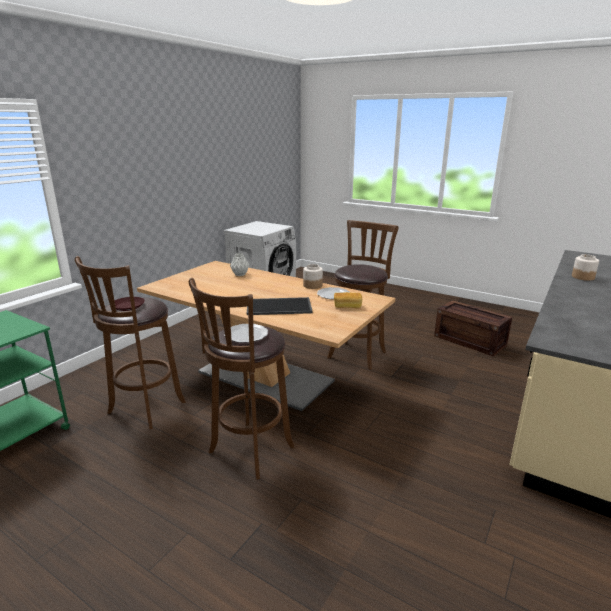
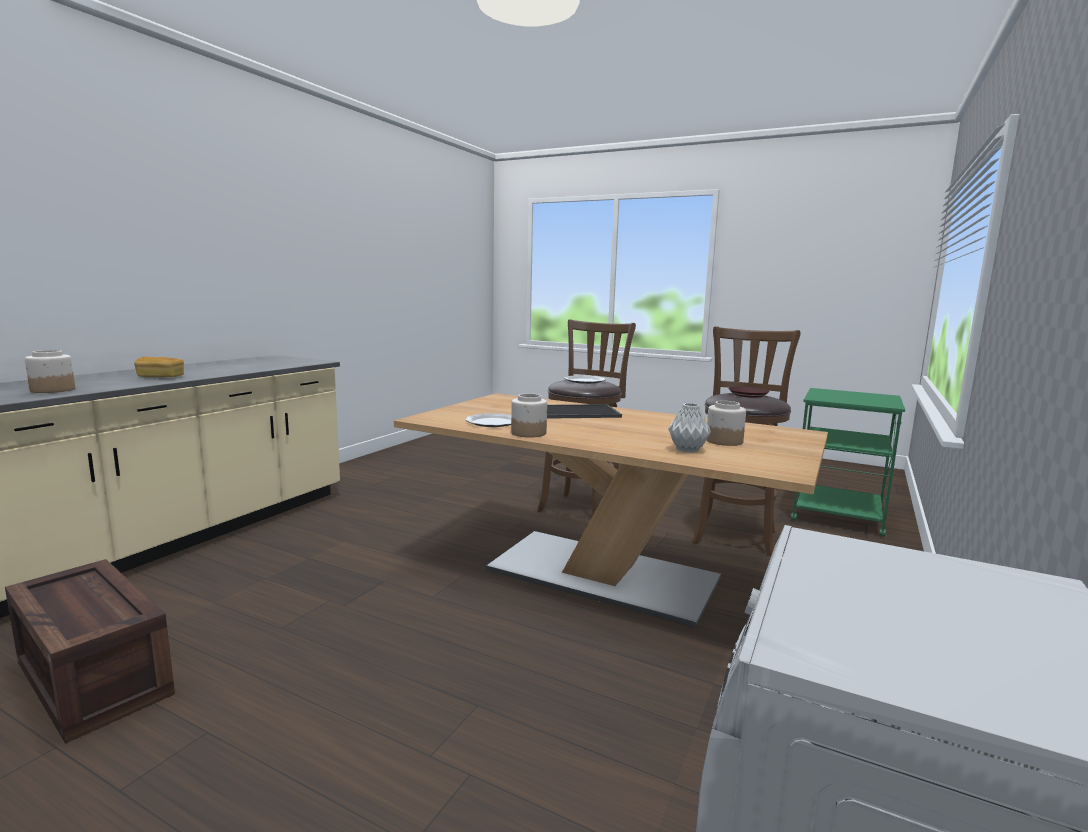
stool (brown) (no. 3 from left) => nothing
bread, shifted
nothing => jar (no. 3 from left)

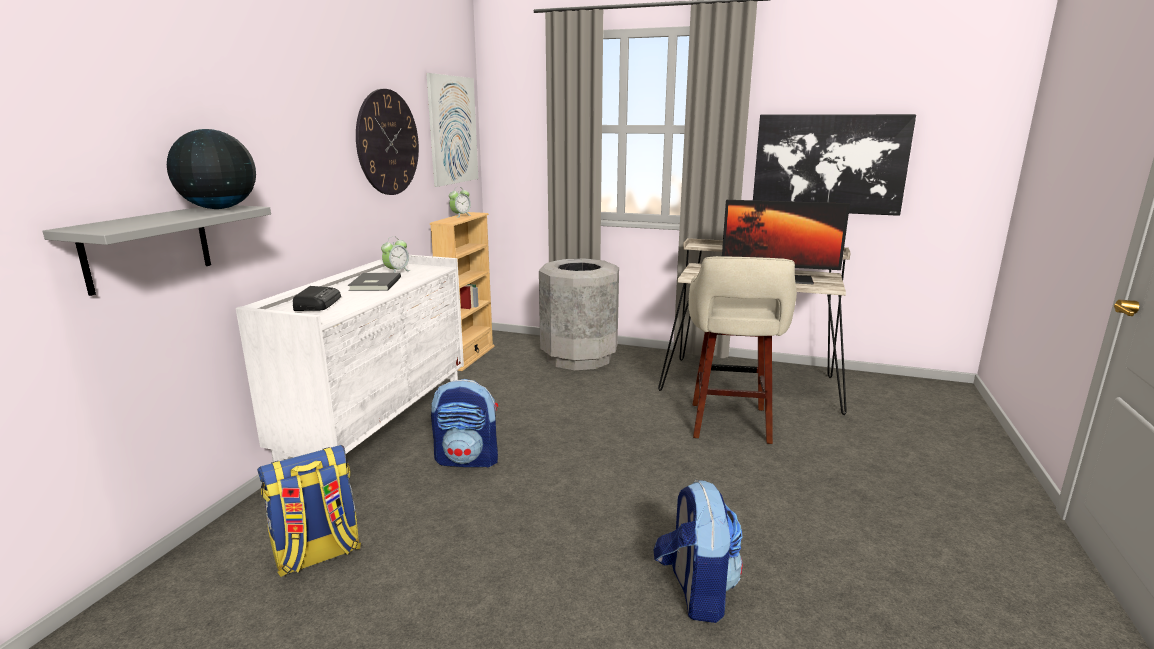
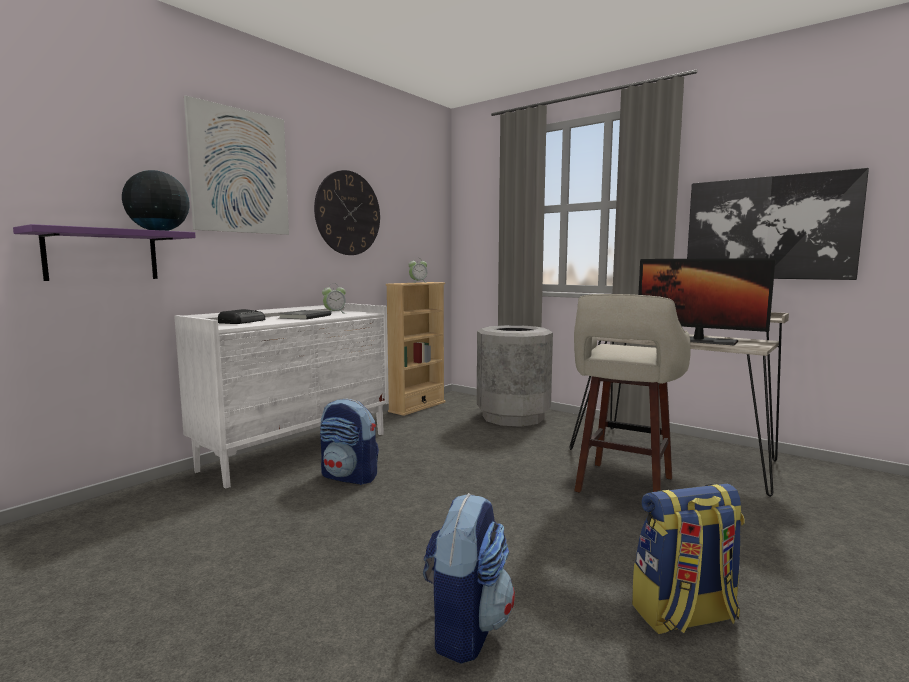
shelf (grey) => shelf (purple)
backpack (no. 1 from left in the first image) => backpack (no. 3 from left), shifted
picture (no. 1 from left), shifted

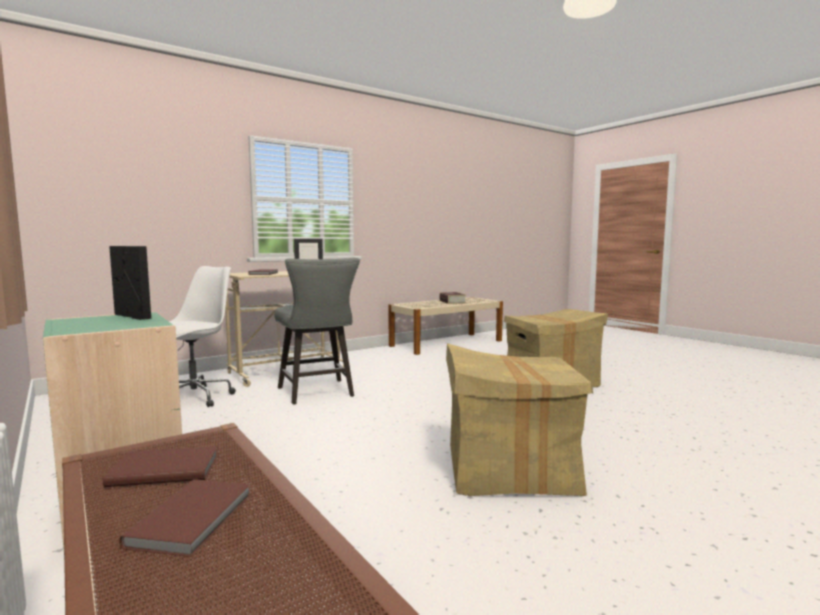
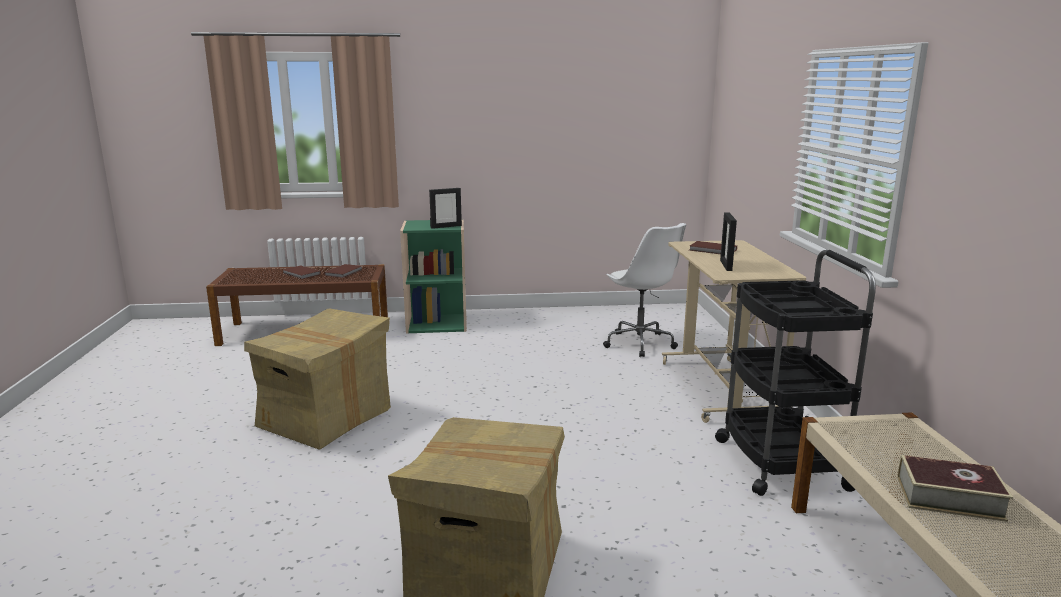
stool (grey) => nothing
nothing => cart (black)

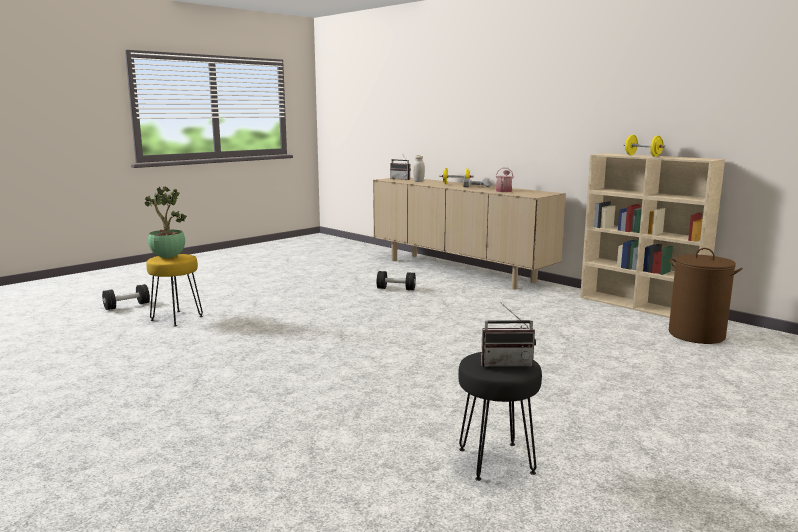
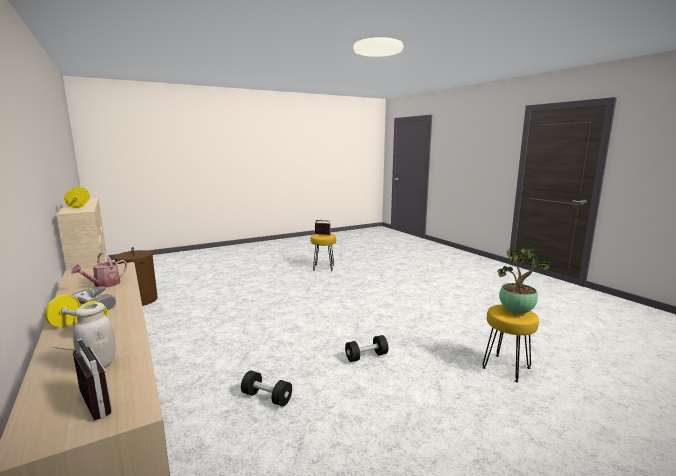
dumbbell (black) (no. 1 from left in the first image) => dumbbell (black) (no. 2 from left), shifted
stool (black) => stool (yellow) (no. 1 from left)

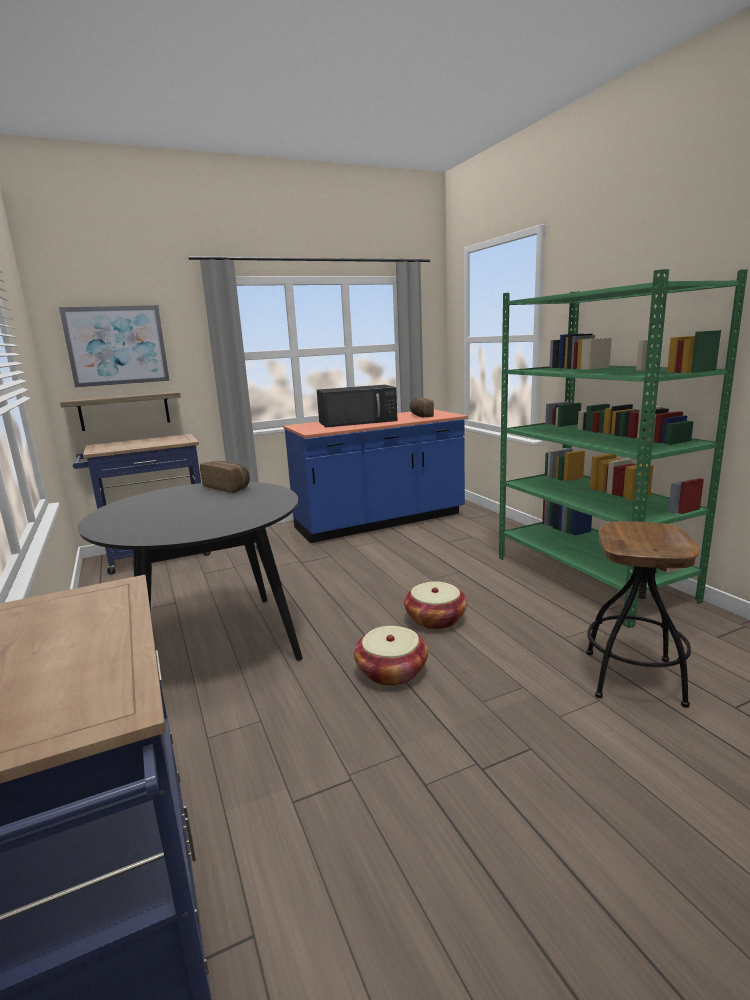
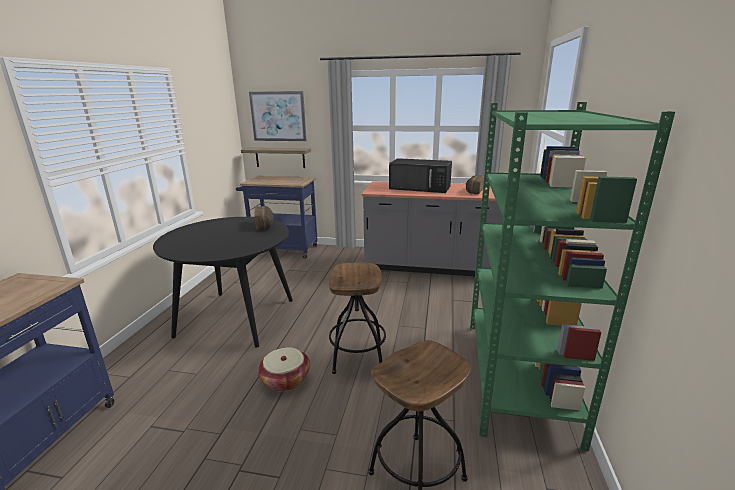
counter (blue) => counter (grey)
basket (no. 2 from left) => stool (brown) (no. 1 from left)

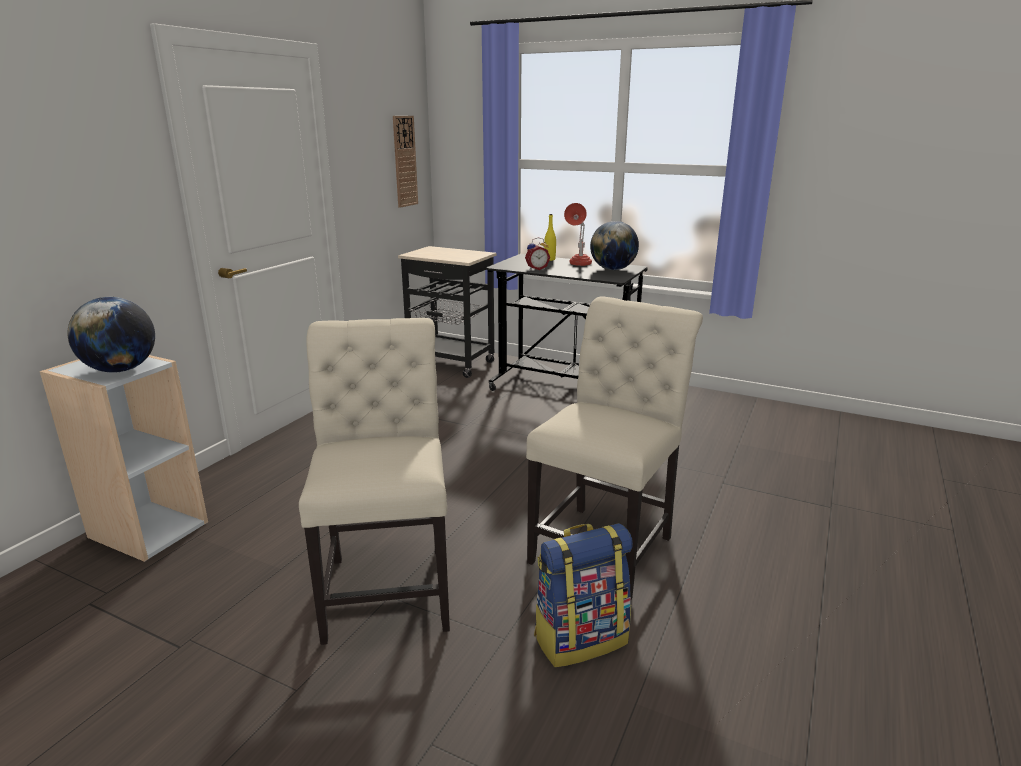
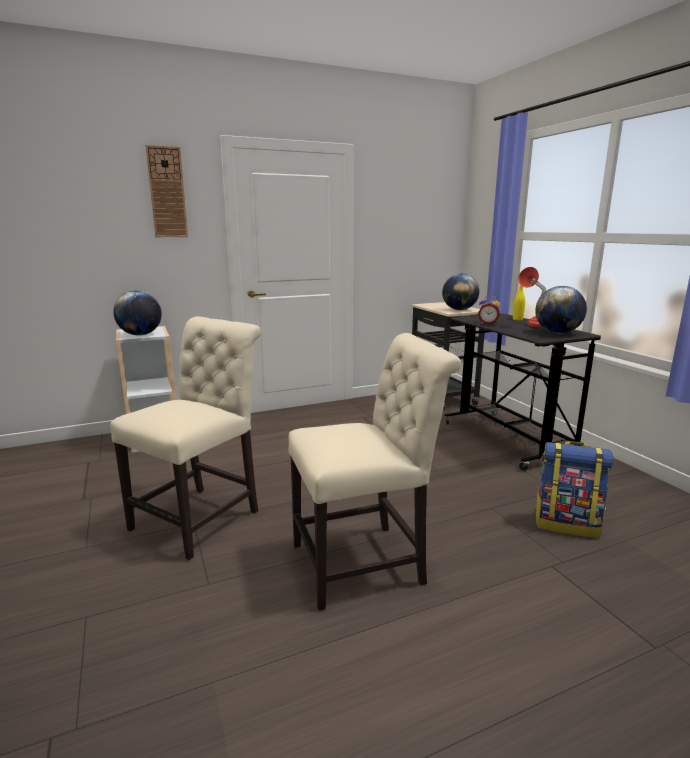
wall clock, shifted
backpack, shifted
nothing => globe (no. 2 from left)

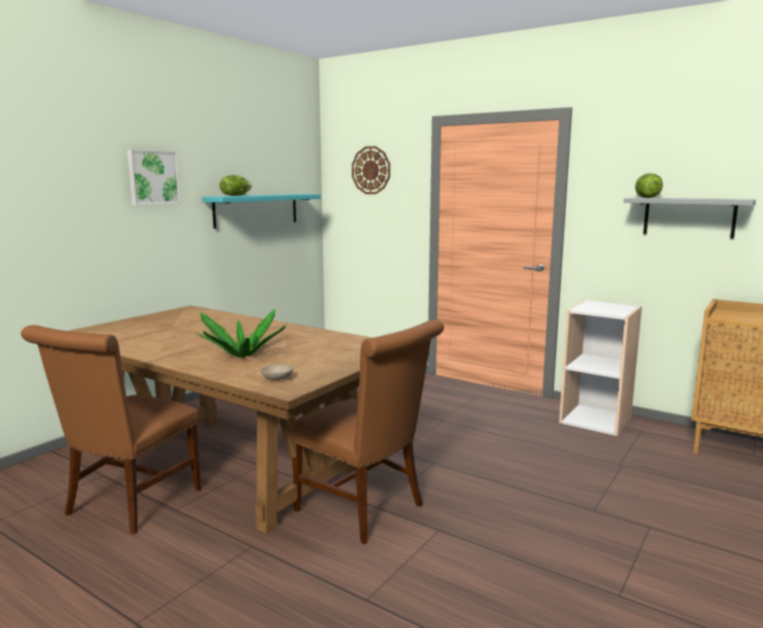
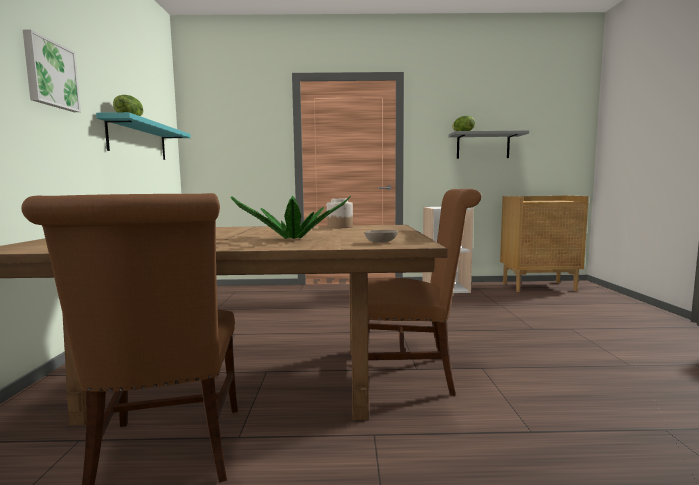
wall clock => nothing
nothing => jar

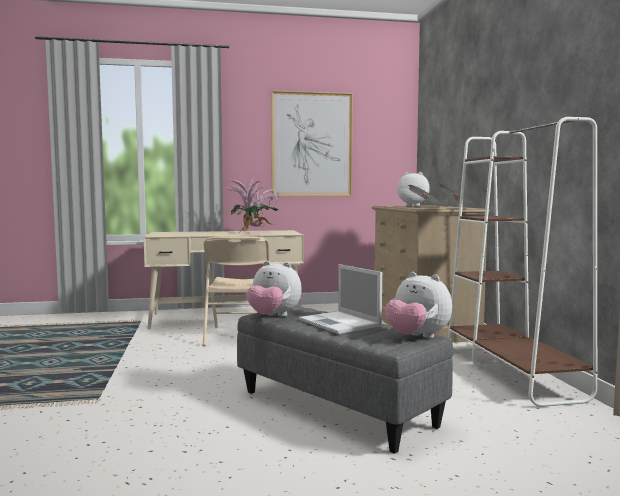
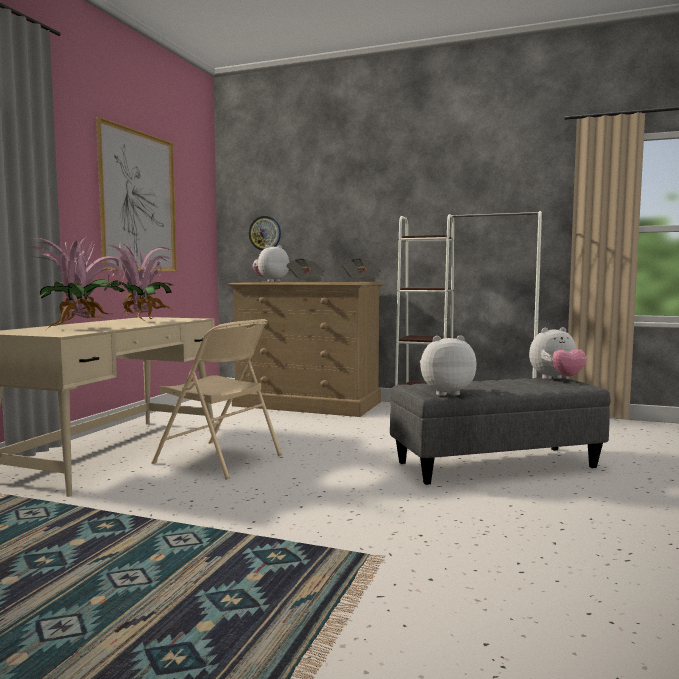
plush toy (no. 1 from left in the first image) => plush toy (no. 2 from left), 150 degrees counterclockwise
laptop => nothing
nothing => potted plant (no. 1 from left)
nothing => wall clock

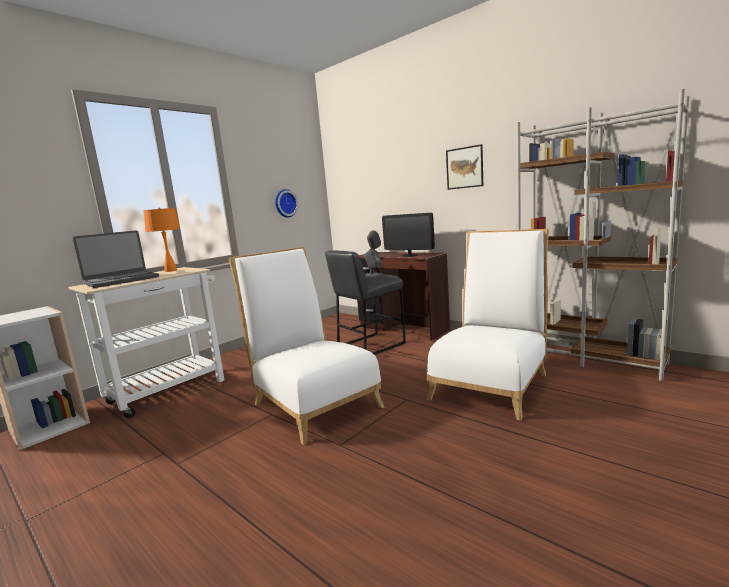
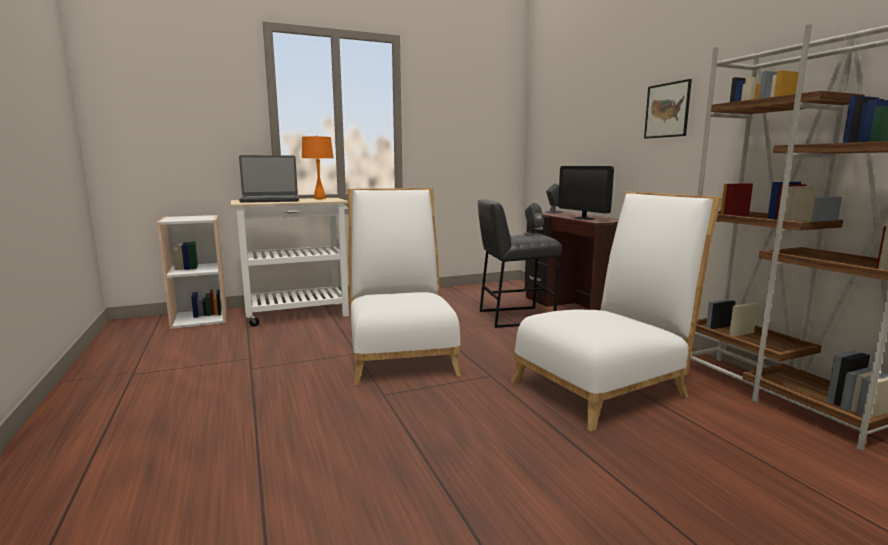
wall clock => nothing

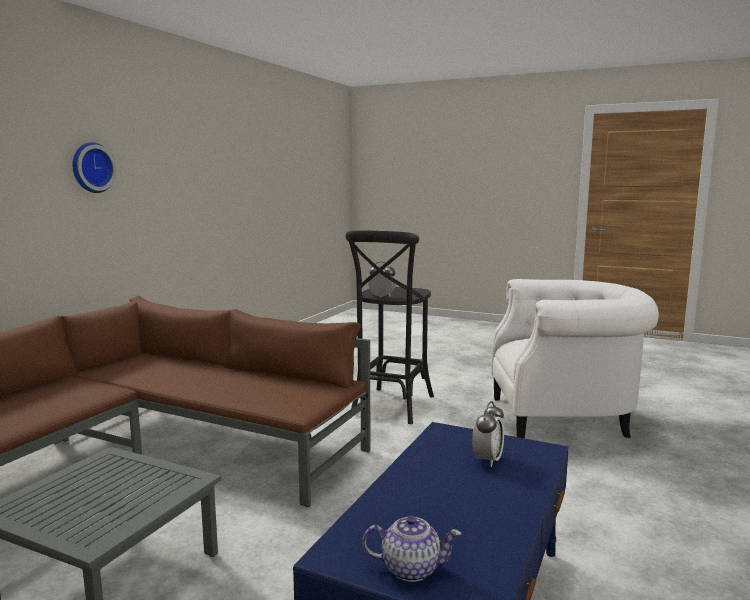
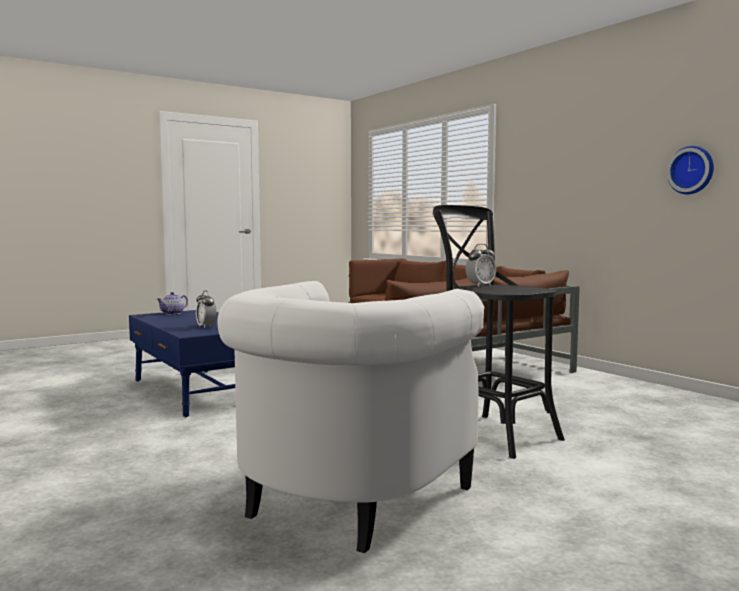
wall clock, shifted

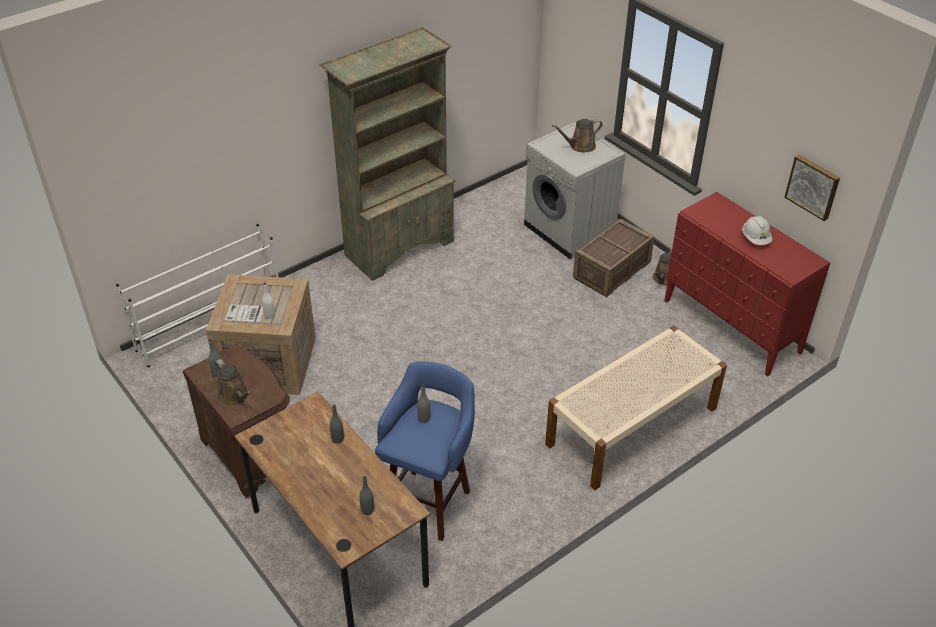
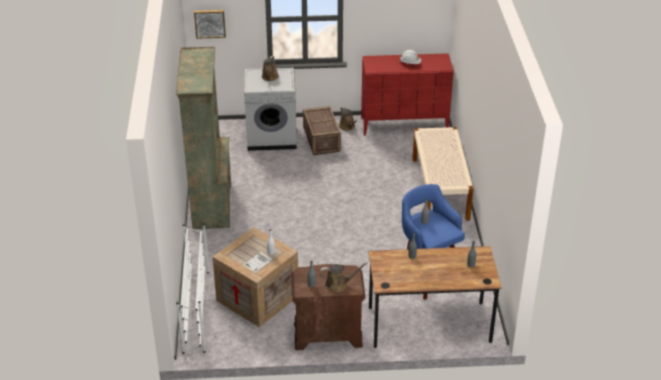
picture, shifted

